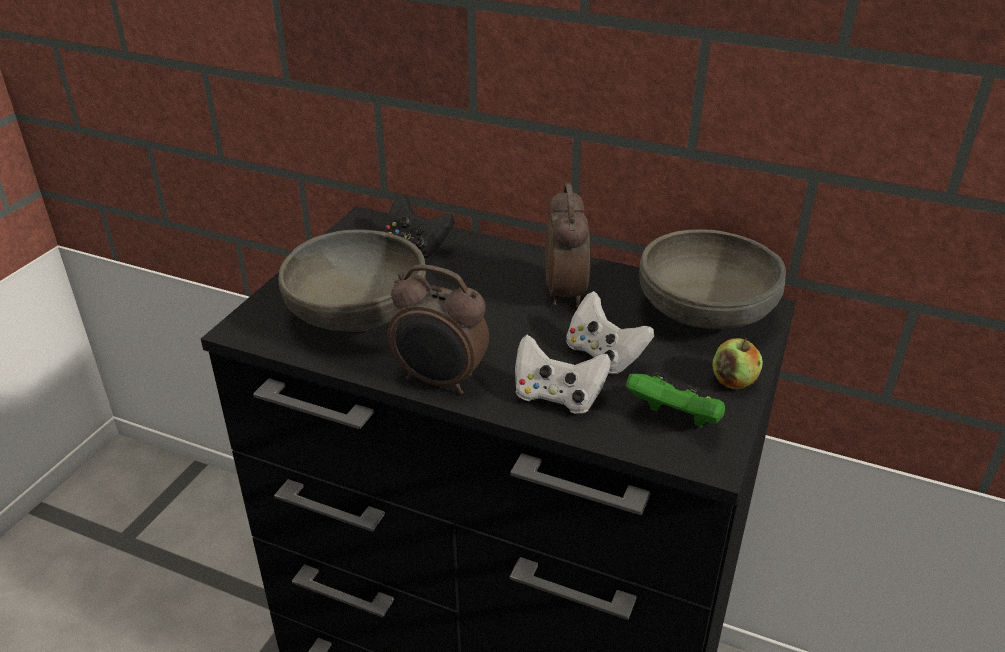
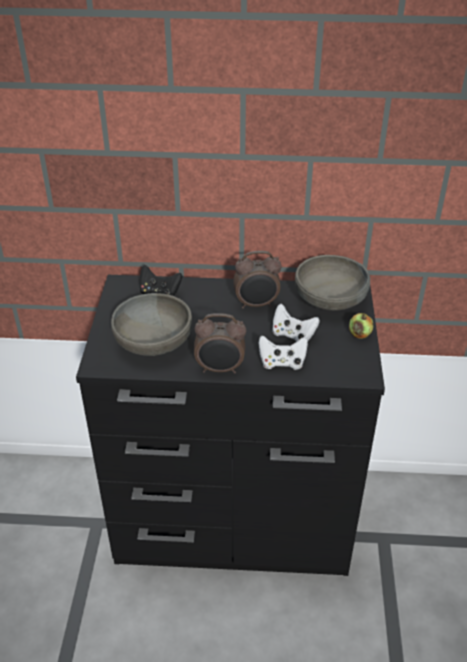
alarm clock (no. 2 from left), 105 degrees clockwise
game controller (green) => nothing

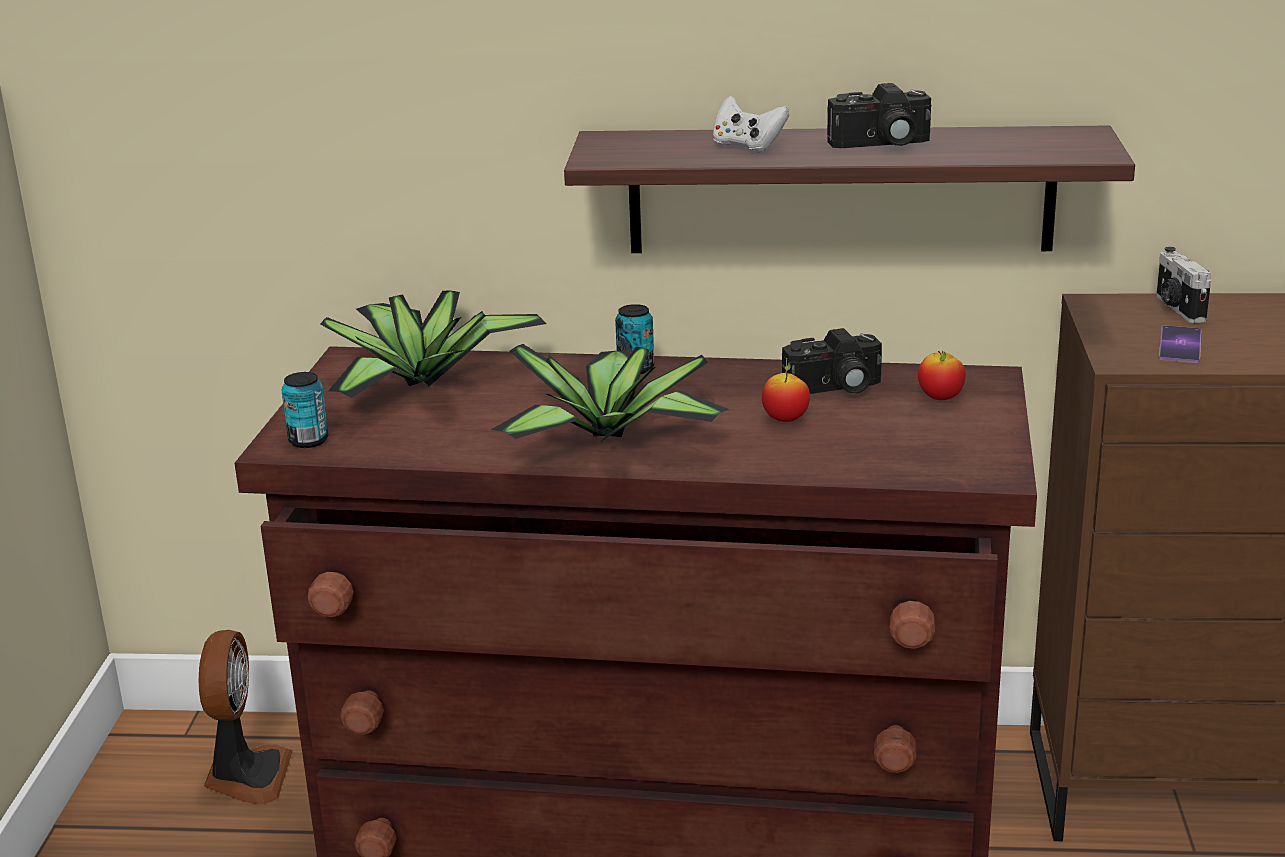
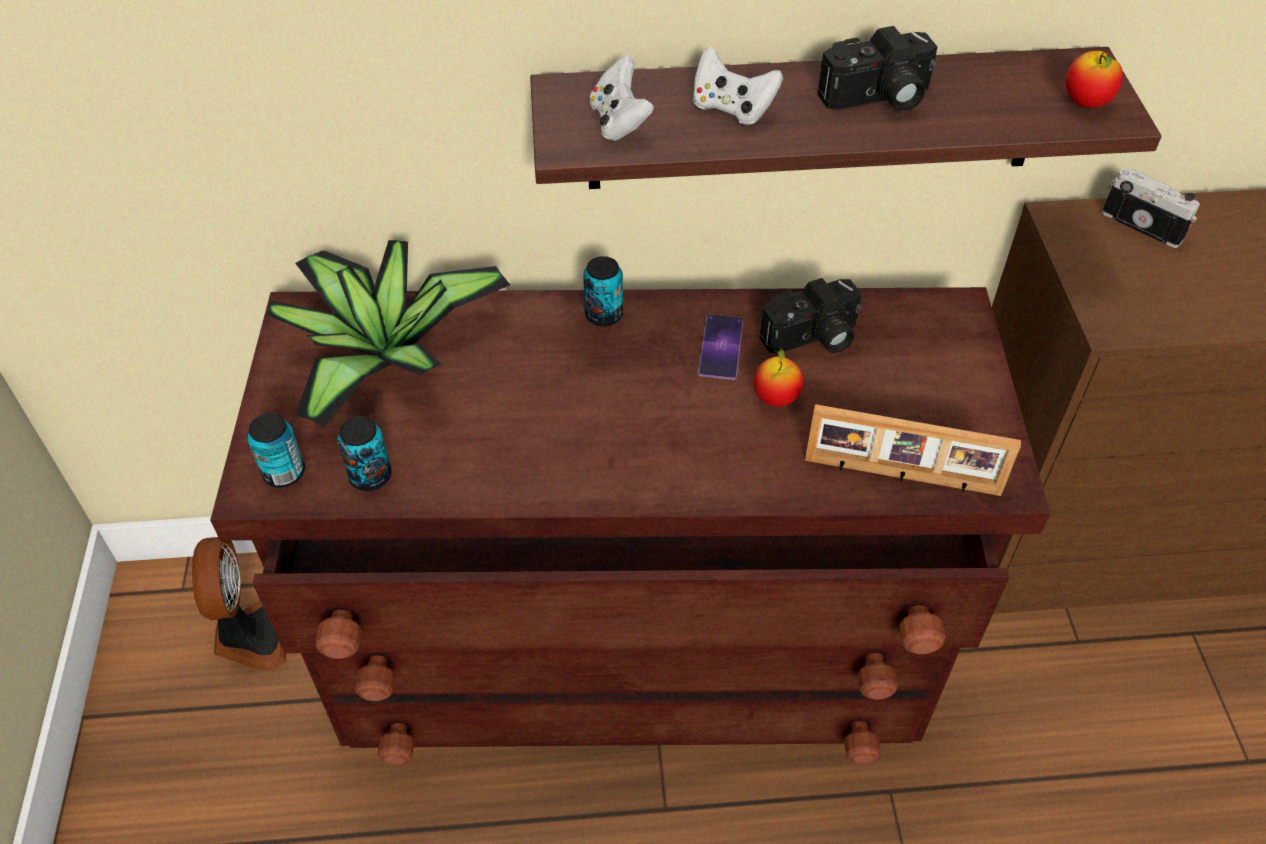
potted plant (no. 2 from left) => nothing
apple (no. 2 from left), shifted
photo camera (no. 3 from left), 150 degrees clockwise
phone, shifted
nothing => can (no. 2 from left)
nothing => game controller (white) (no. 1 from left)
nothing => picture frame

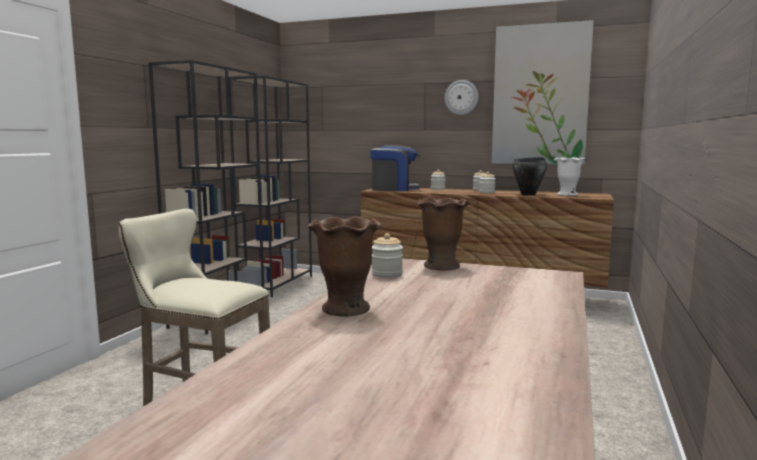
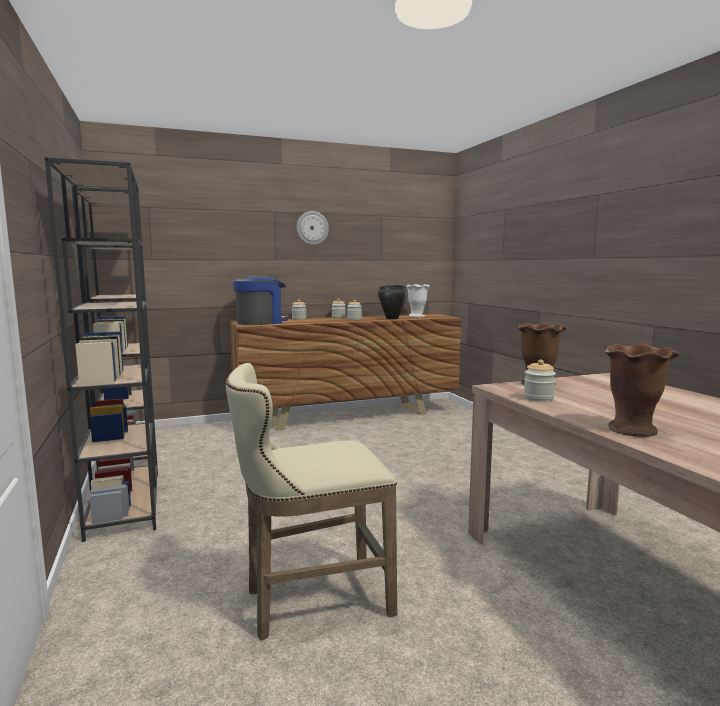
picture => nothing

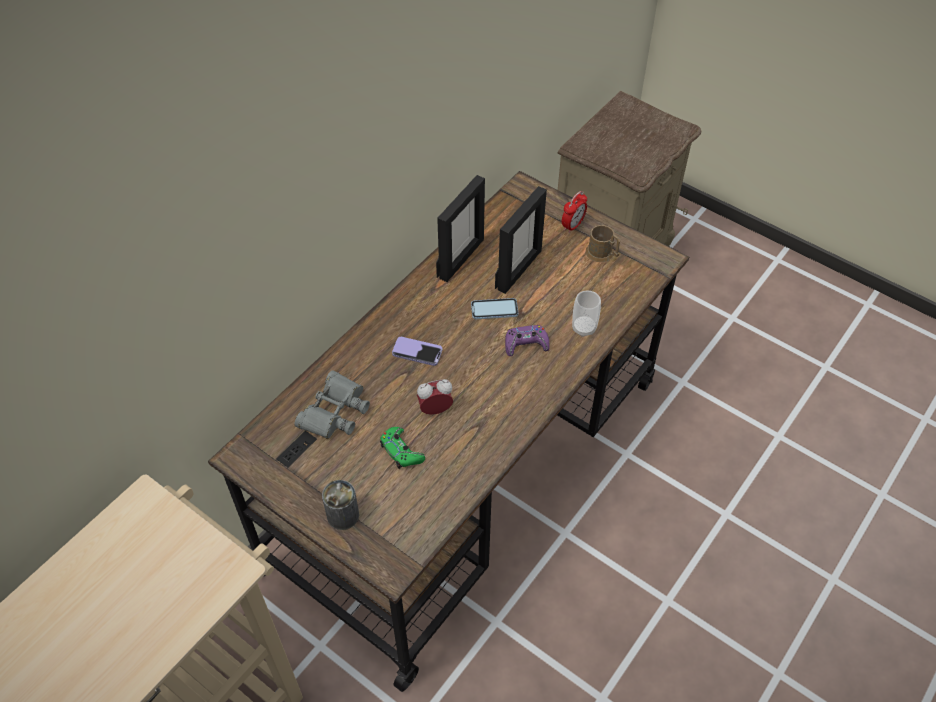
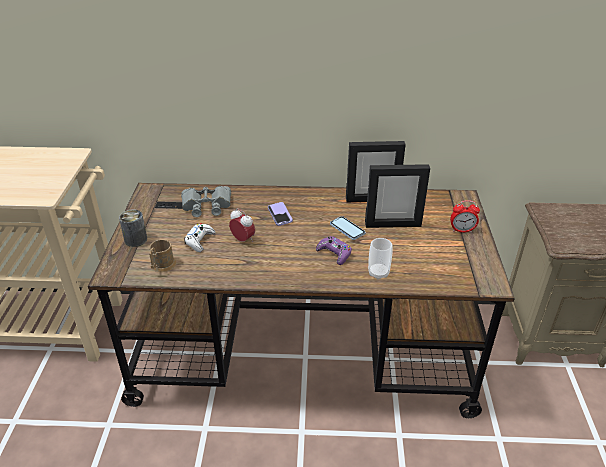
game controller (green) => game controller (white)
mug (brown), shifted

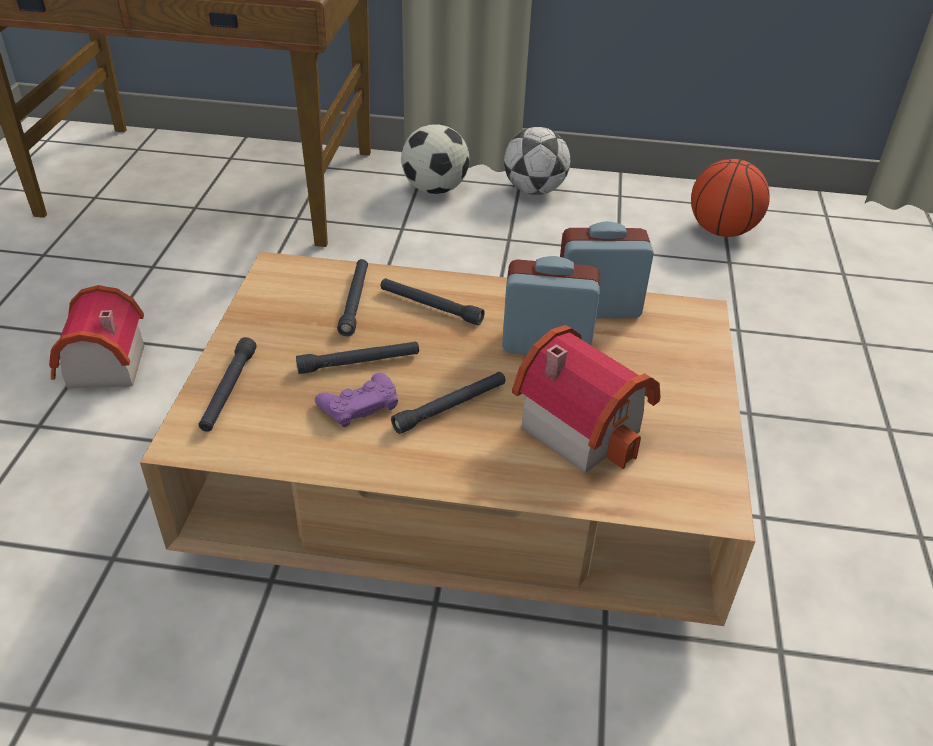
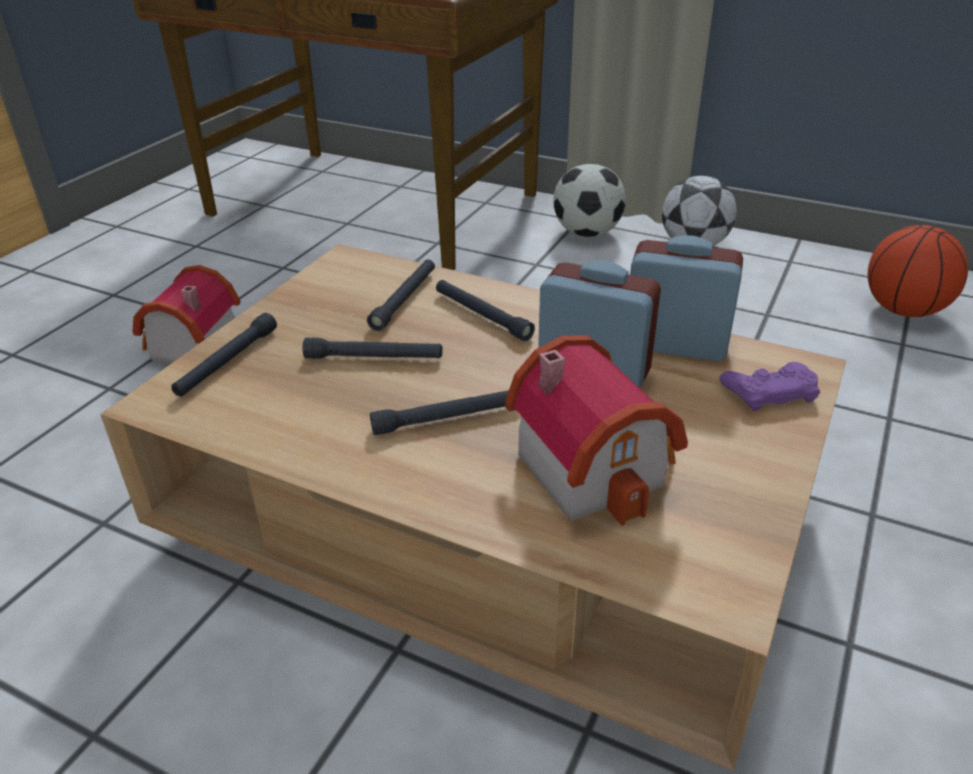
game controller (purple), shifted

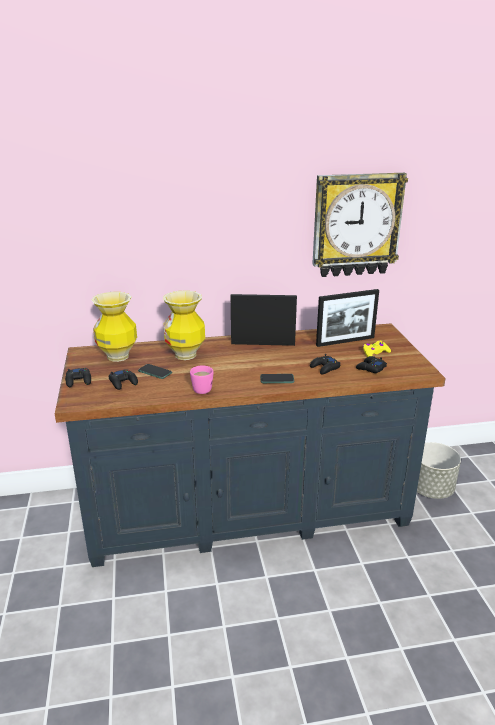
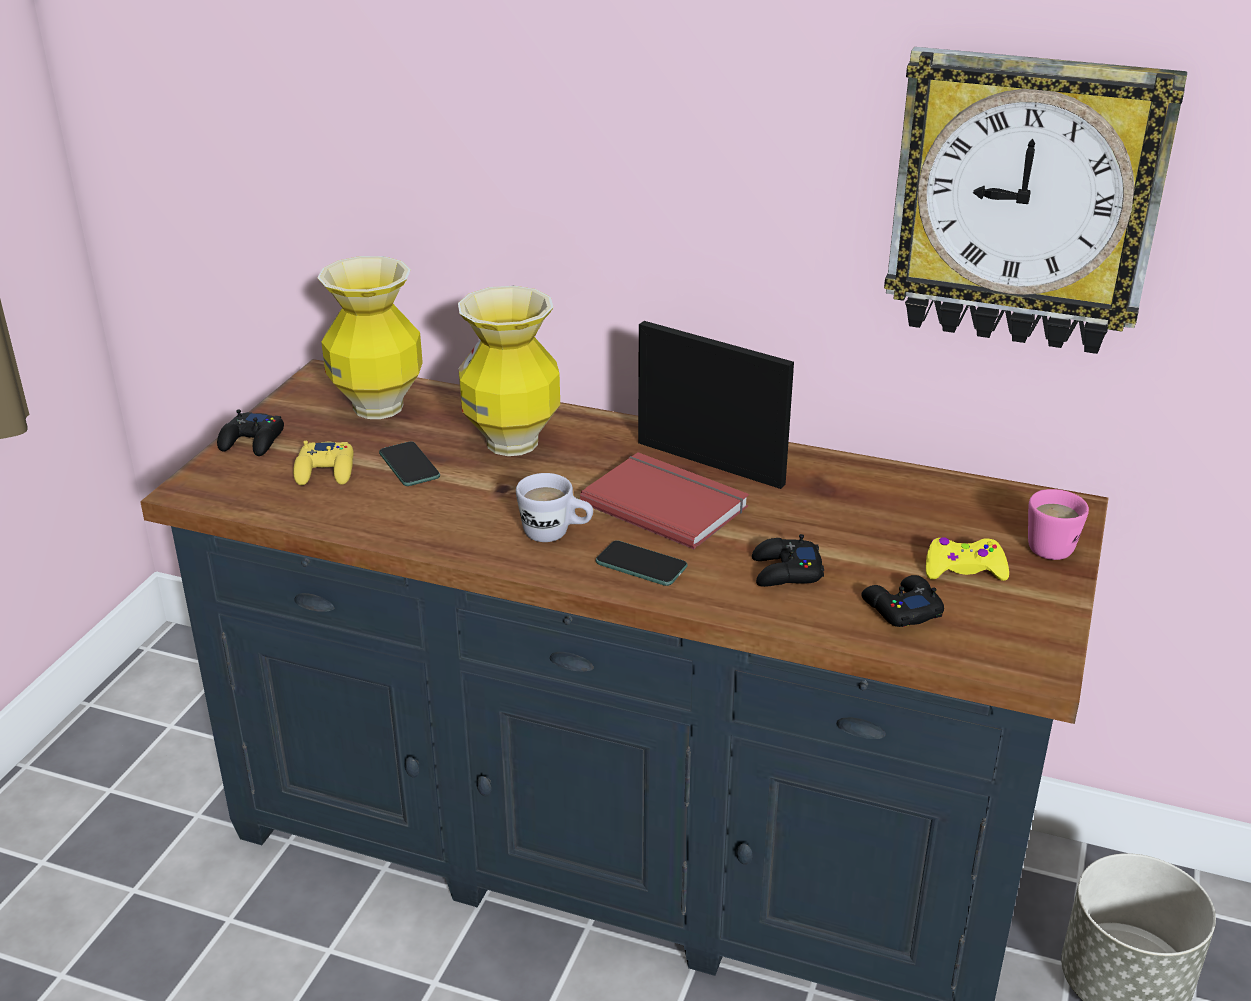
game controller (black) (no. 2 from left) => game controller (yellow) (no. 1 from left)
mug (pink), shifted
picture frame (no. 2 from left) => nothing
nothing => mug (white)
nothing => book (red)

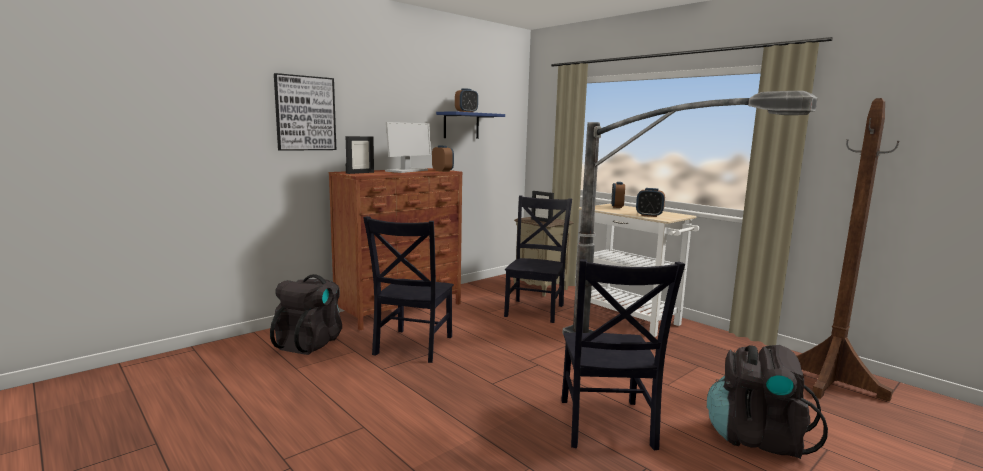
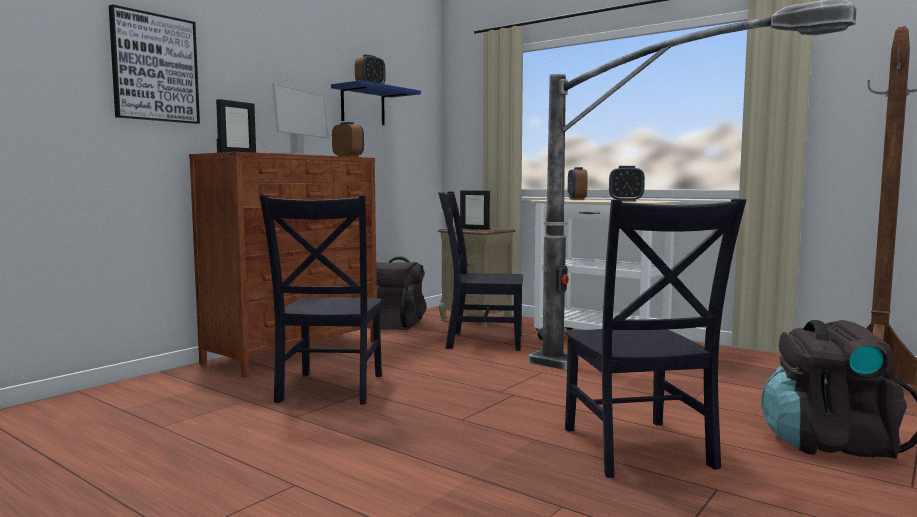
backpack (black) (no. 1 from left), shifted
chair (black) (no. 2 from left), 90 degrees counterclockwise

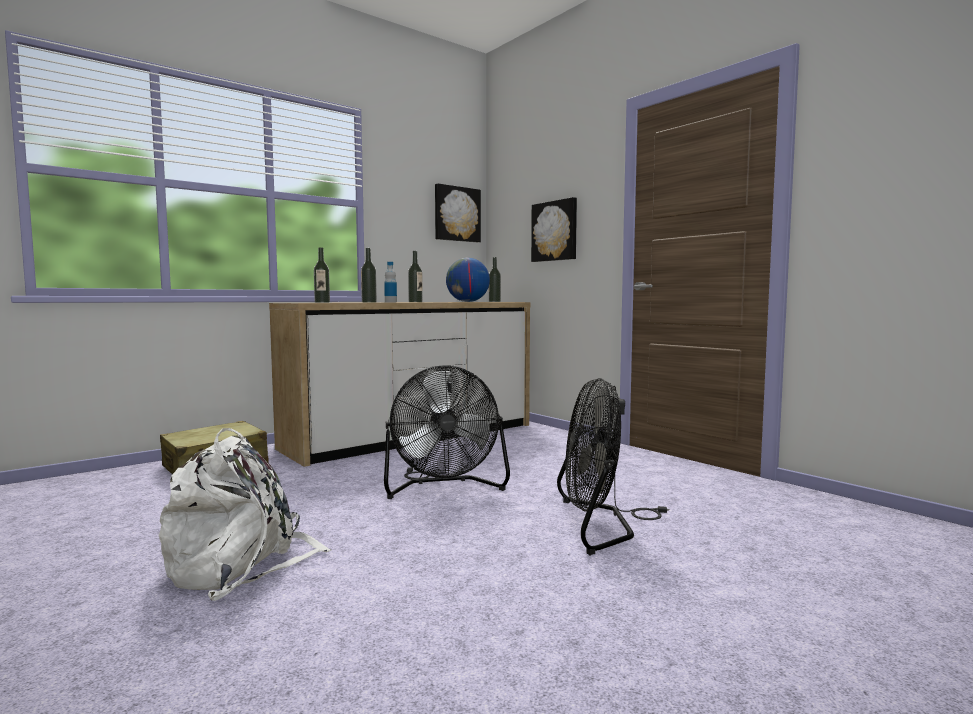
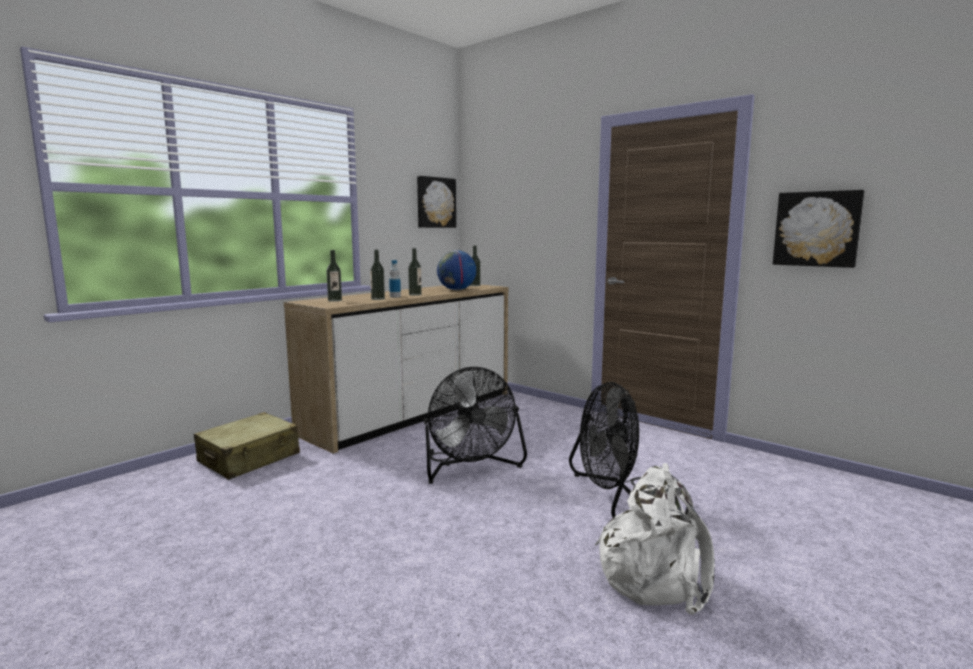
backpack (white), shifted
picture (no. 2 from left), shifted

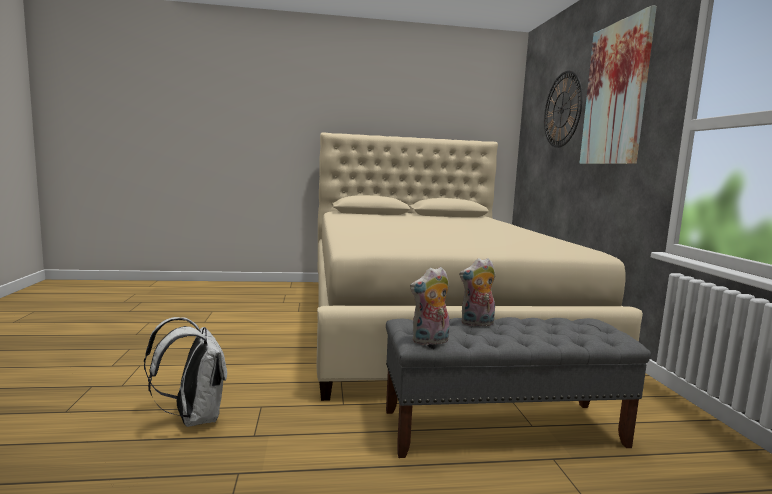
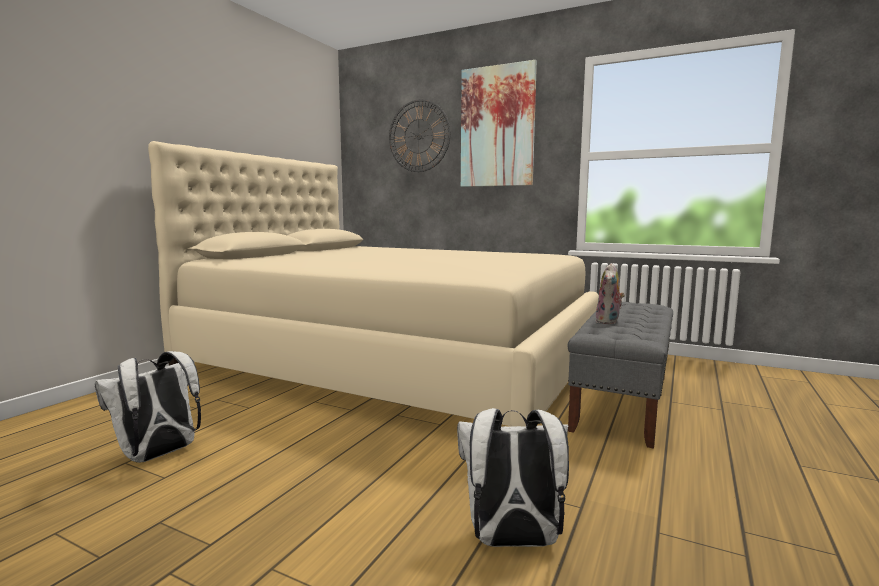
plush toy (no. 1 from left) => nothing
nothing => backpack (white) (no. 1 from left)

